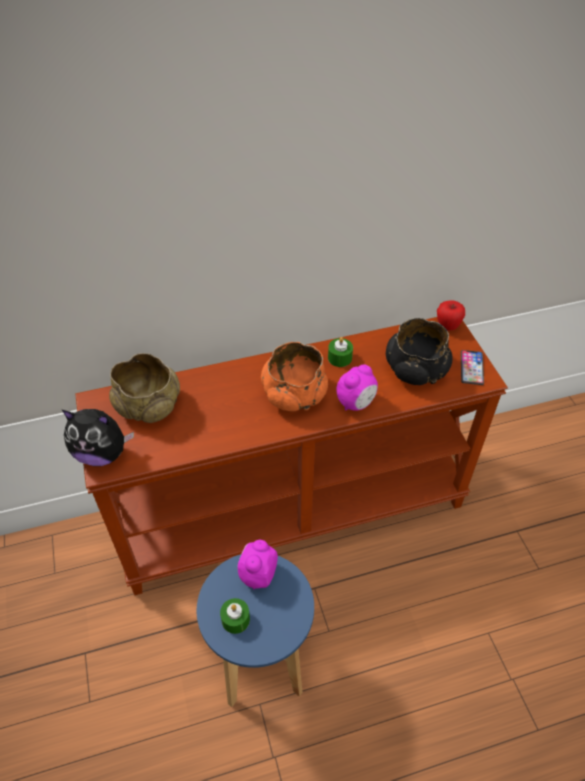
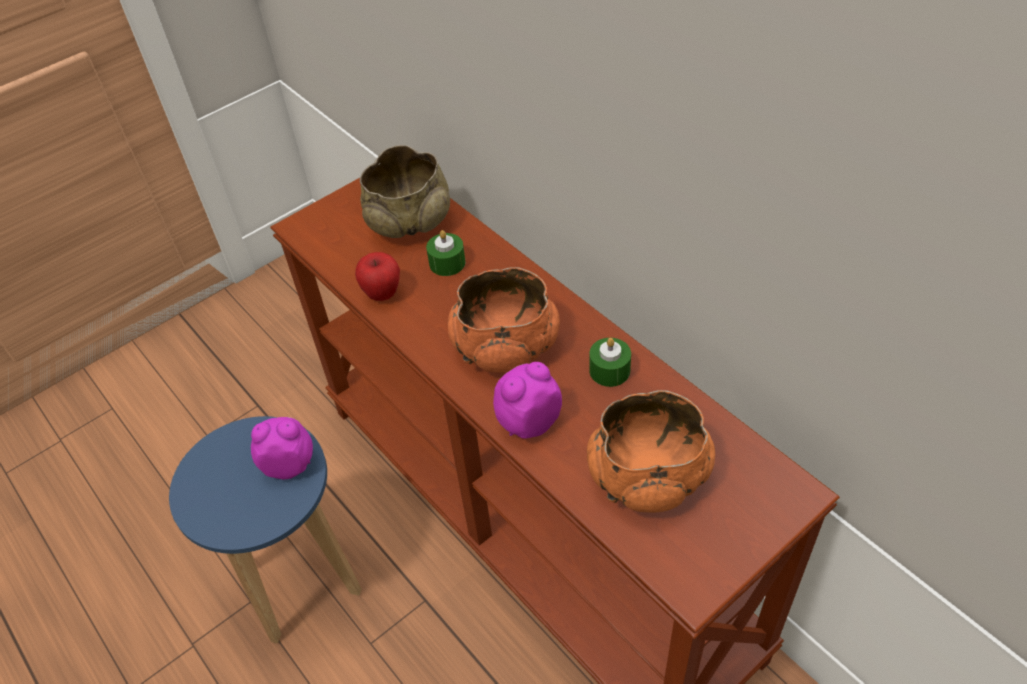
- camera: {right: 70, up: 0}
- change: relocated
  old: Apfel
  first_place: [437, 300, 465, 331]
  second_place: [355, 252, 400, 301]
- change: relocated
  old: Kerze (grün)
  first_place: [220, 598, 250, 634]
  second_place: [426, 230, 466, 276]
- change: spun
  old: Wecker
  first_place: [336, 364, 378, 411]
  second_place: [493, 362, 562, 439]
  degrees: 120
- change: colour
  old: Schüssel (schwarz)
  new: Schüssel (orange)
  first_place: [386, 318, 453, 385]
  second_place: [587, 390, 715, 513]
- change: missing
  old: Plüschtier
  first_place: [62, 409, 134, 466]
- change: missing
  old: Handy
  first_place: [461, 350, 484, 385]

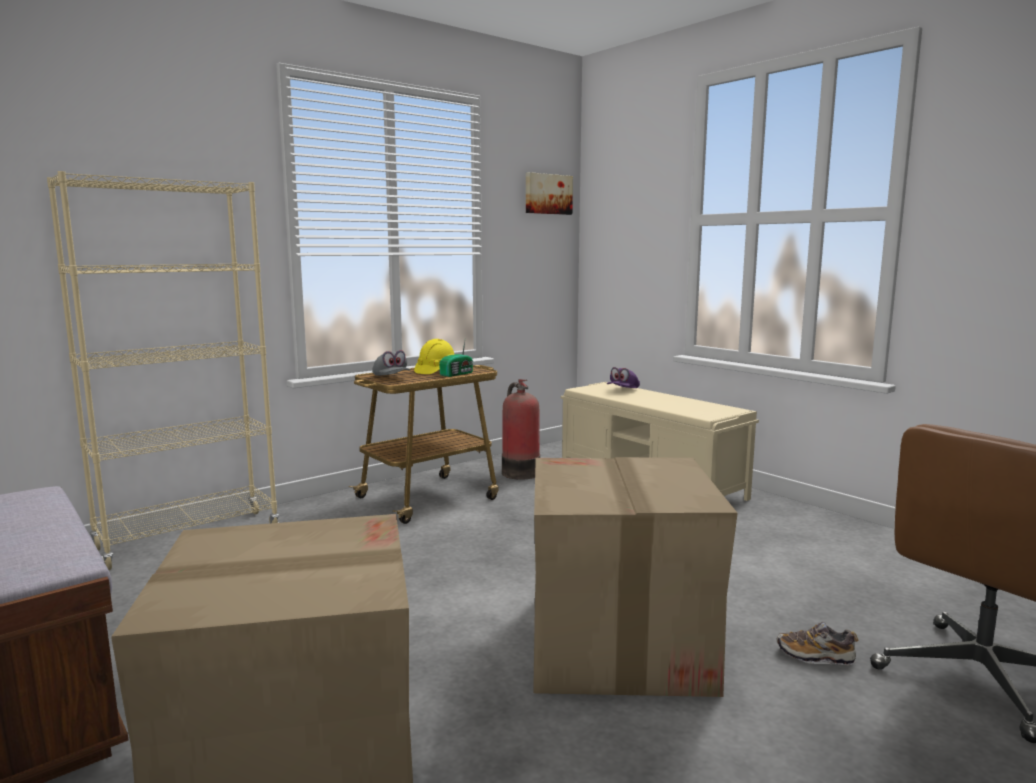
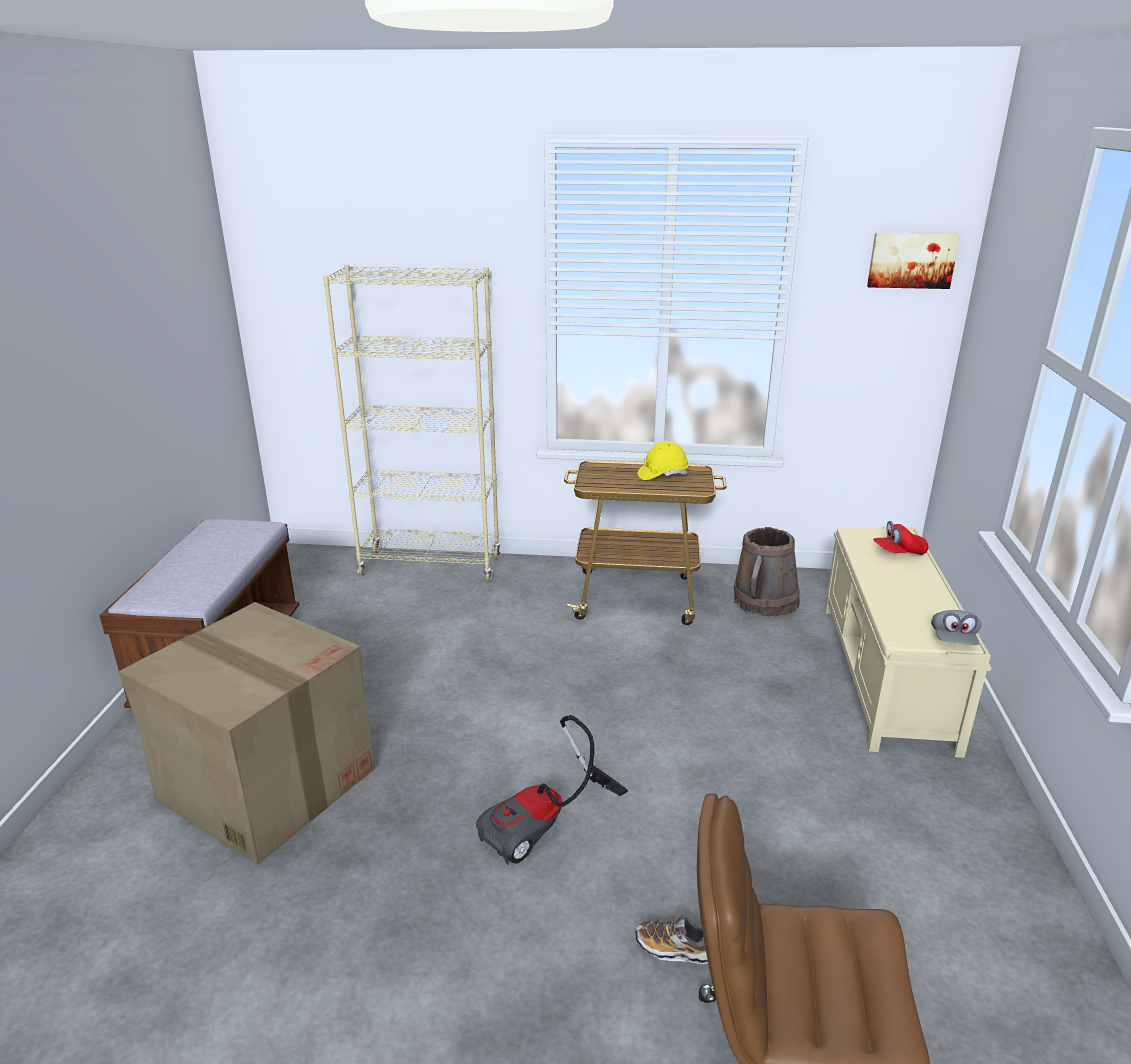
- camera: {right: 45, up: 15}
- change: exchanged
  old: Karton
  new: Staubsauger
  first_place: [533, 457, 737, 697]
  second_place: [476, 715, 628, 865]
- change: spun
  old: Schuh
  first_place: [777, 622, 858, 666]
  second_place: [635, 916, 708, 964]
  degrees: -45
- change: exchanged
  old: Feuerlöscher
  new: Eimer (braun)
  first_place: [502, 379, 540, 480]
  second_place: [734, 527, 800, 616]
- change: colour
  old: Kappe (lila)
  new: Kappe (rot)
  first_place: [607, 367, 640, 388]
  second_place: [873, 521, 928, 555]
- change: relocated
  old: Kappe (grau)
  first_place: [372, 350, 411, 376]
  second_place: [931, 610, 982, 645]
- change: missing
  old: Radio
  first_place: [439, 341, 473, 377]

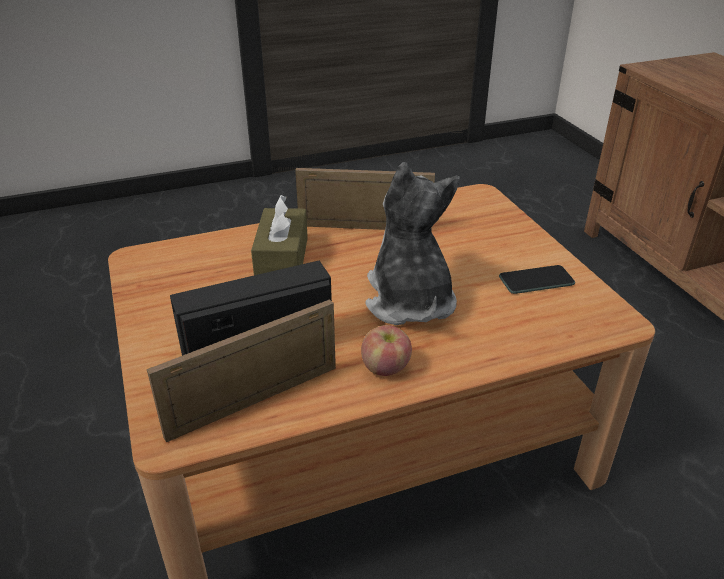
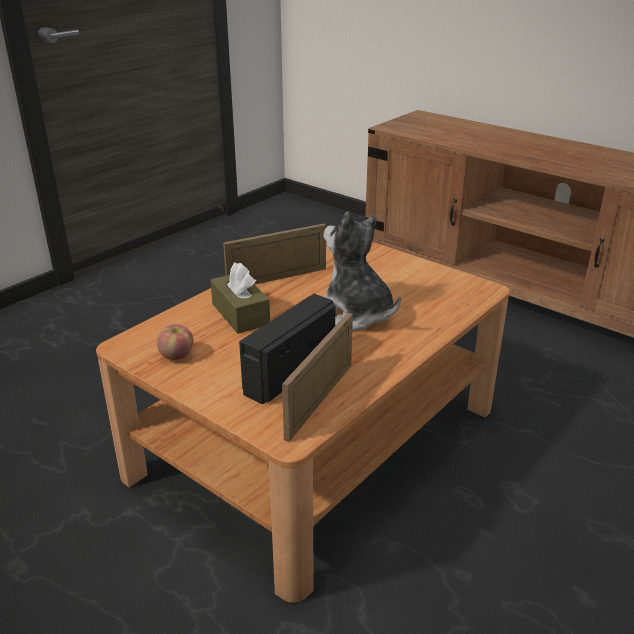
- camera: {right: -30, up: -5}
- change: relocated
  old: Apfel
  first_place: [361, 325, 412, 376]
  second_place: [157, 324, 194, 360]
- change: missing
  old: Handy
  first_place: [499, 265, 575, 294]

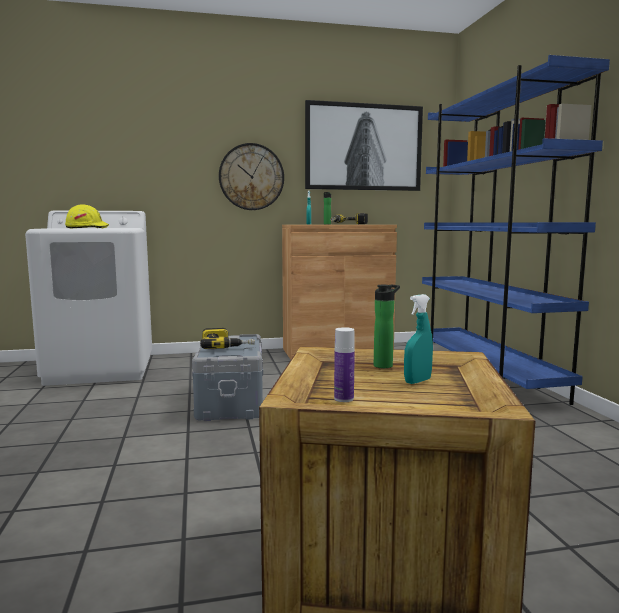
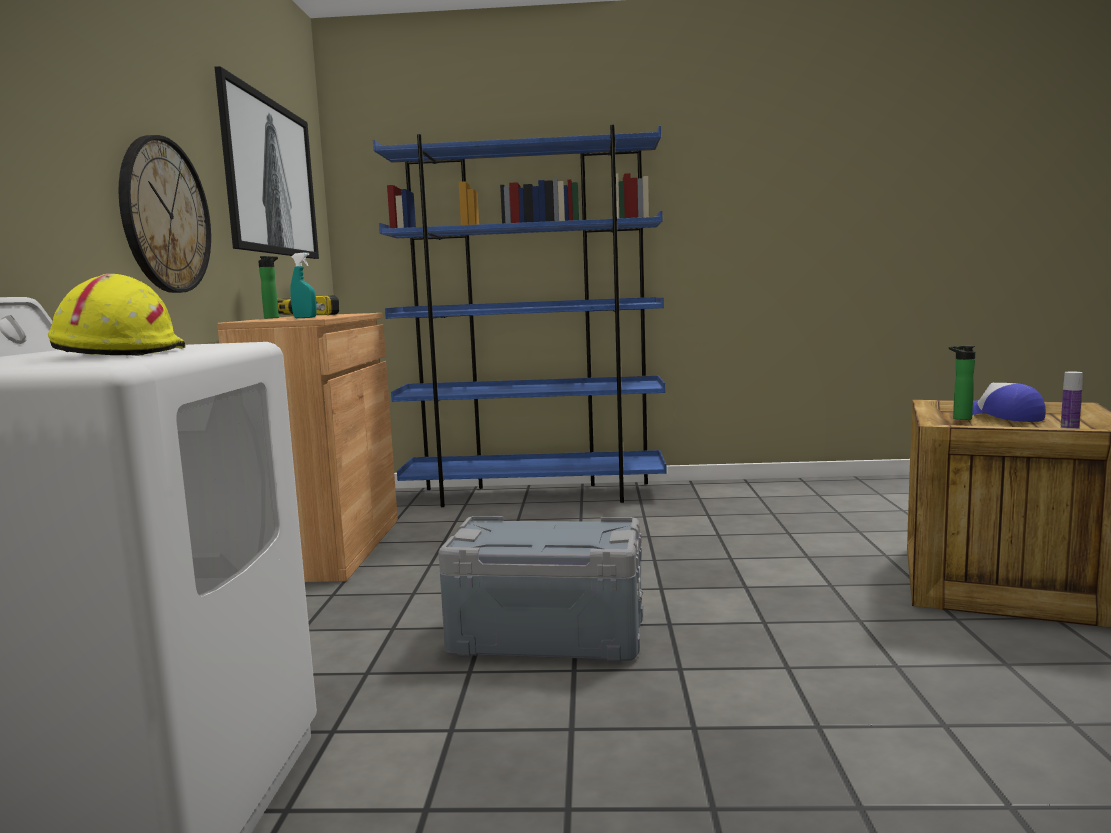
- camera: {right: -75, up: 0}
- change: exchanged
  old: Sprühflasche (türkis)
  new: Kappe
  first_place: [404, 294, 433, 384]
  second_place: [972, 383, 1046, 422]
- change: missing
  old: Bohrmaschine
  first_place: [200, 328, 255, 349]

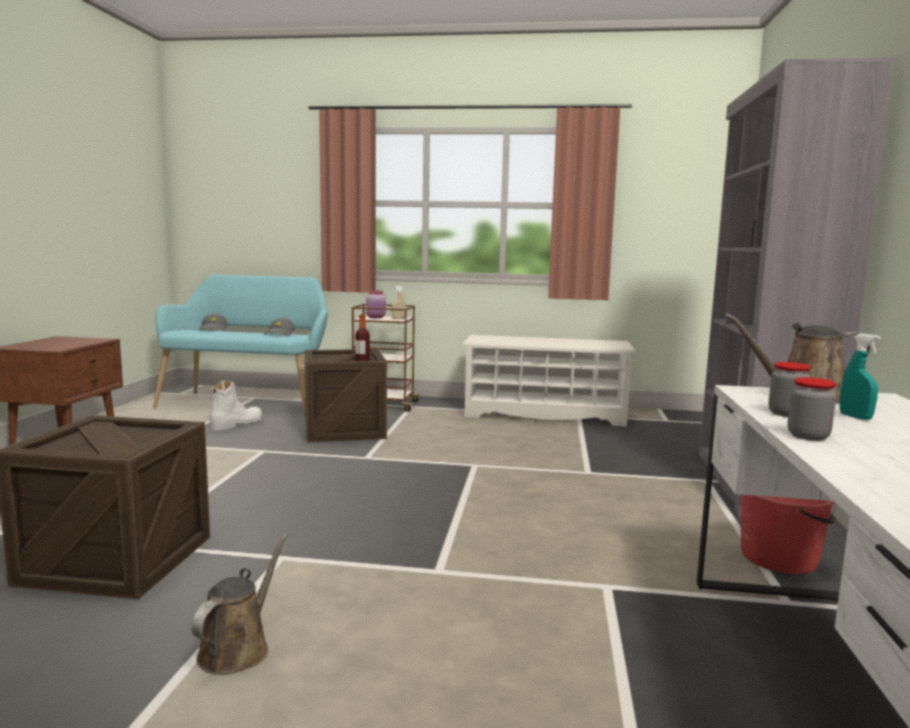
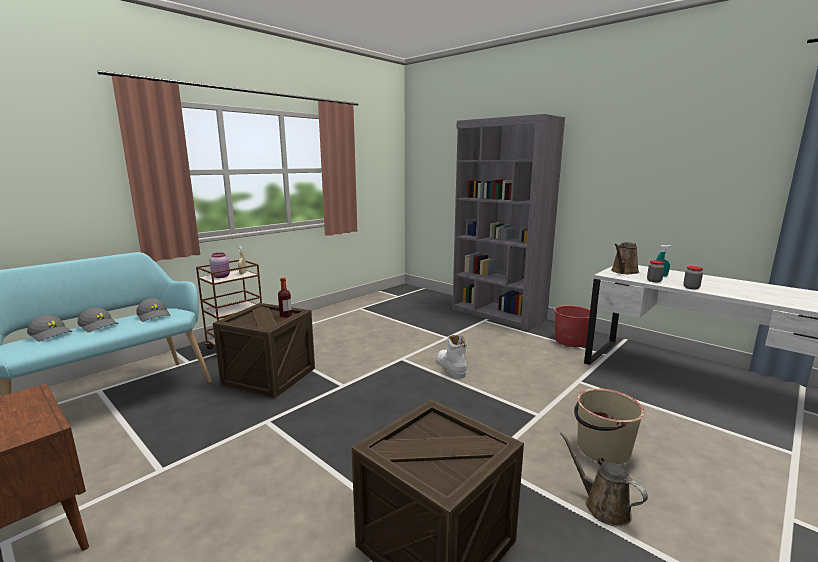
- camera: {right: -55, up: 5}
- change: appeared
  new: Kappe (grau)
  second_place: [78, 307, 118, 332]
- change: relocated
  old: Stiefel (weiß)
  first_place: [210, 381, 262, 431]
  second_place: [437, 335, 467, 378]
- change: appeared
  new: Eimer (beige)
  second_place: [574, 388, 645, 464]
- change: missing
  old: Schuhregal (weiß)
  first_place: [462, 335, 636, 427]

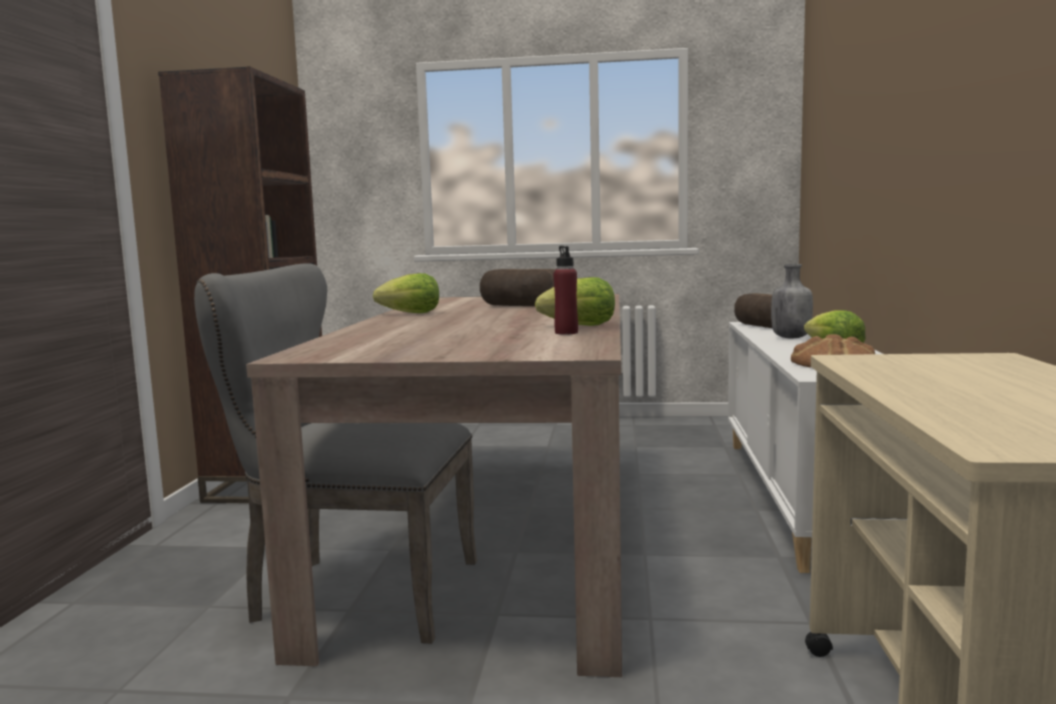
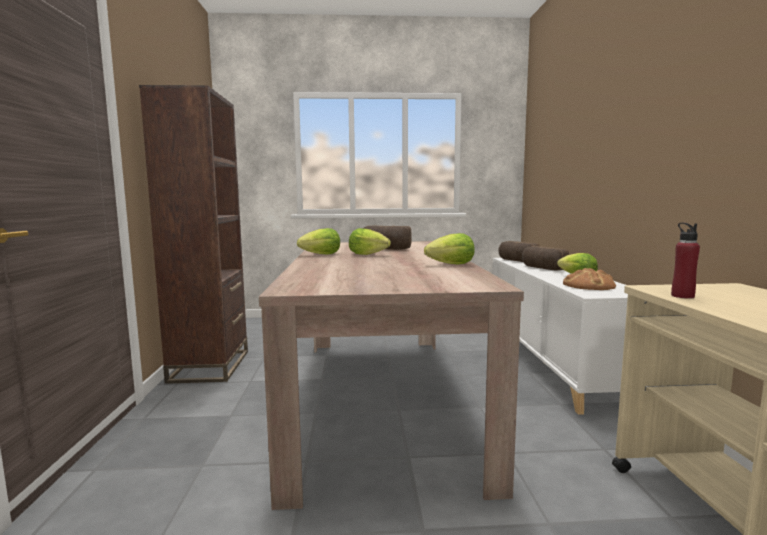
- camera: {right: -10, up: 0}
- change: appeared
  new: Salatkopf
  second_place: [349, 228, 391, 255]
- change: exchanged
  old: Flasche (grau)
  new: Brot
  first_place: [771, 264, 813, 339]
  second_place: [522, 246, 569, 271]
- change: relocated
  old: Flasche (rot)
  first_place: [553, 246, 578, 335]
  second_place: [671, 223, 700, 299]
- change: missing
  old: Stuhl (grau)
  first_place: [194, 263, 477, 644]

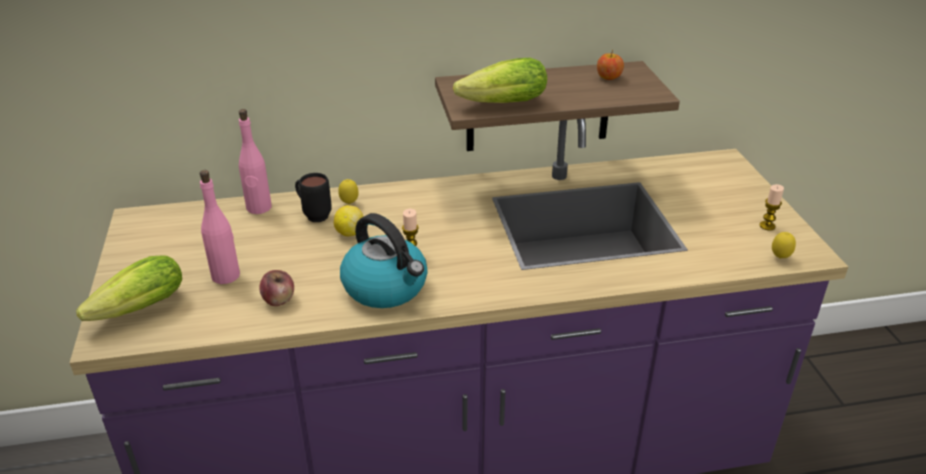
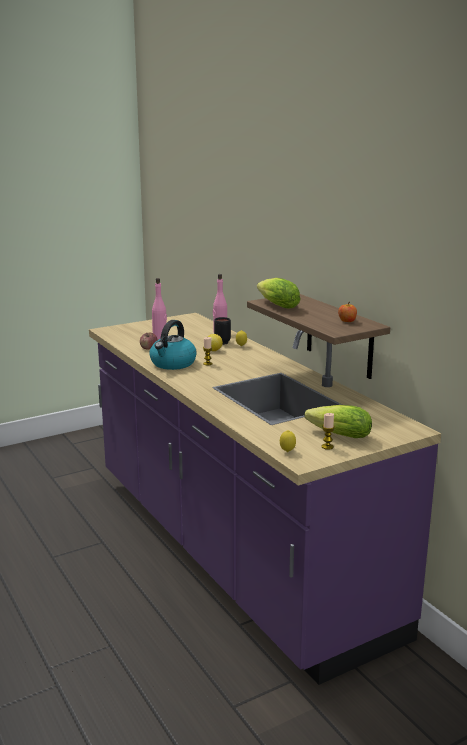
- camera: {right: 70, up: -15}
- change: relocated
  old: Salatkopf
  first_place: [76, 255, 182, 321]
  second_place: [305, 405, 372, 438]

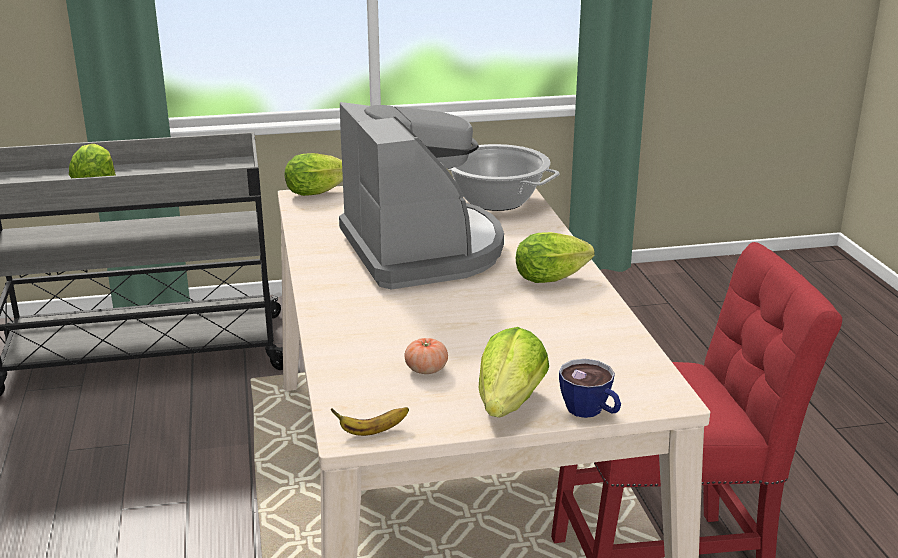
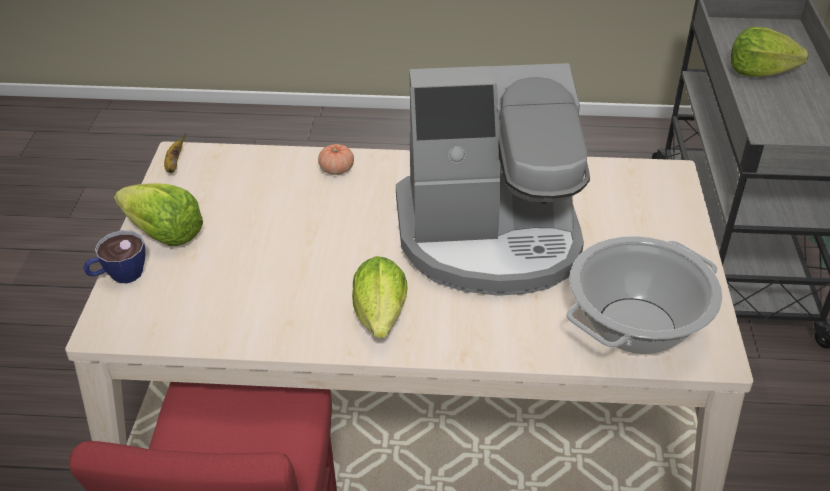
- camera: {right: 105, up: 15}
- change: relocated
  old: Tomate
  first_place: [405, 338, 448, 374]
  second_place: [318, 144, 354, 175]
- change: missing
  old: Salatkopf
  first_place: [285, 153, 343, 196]

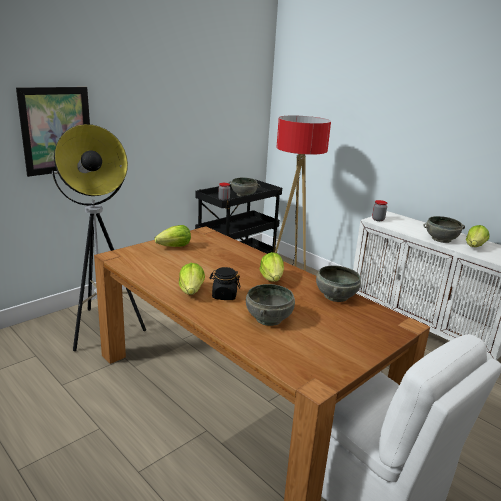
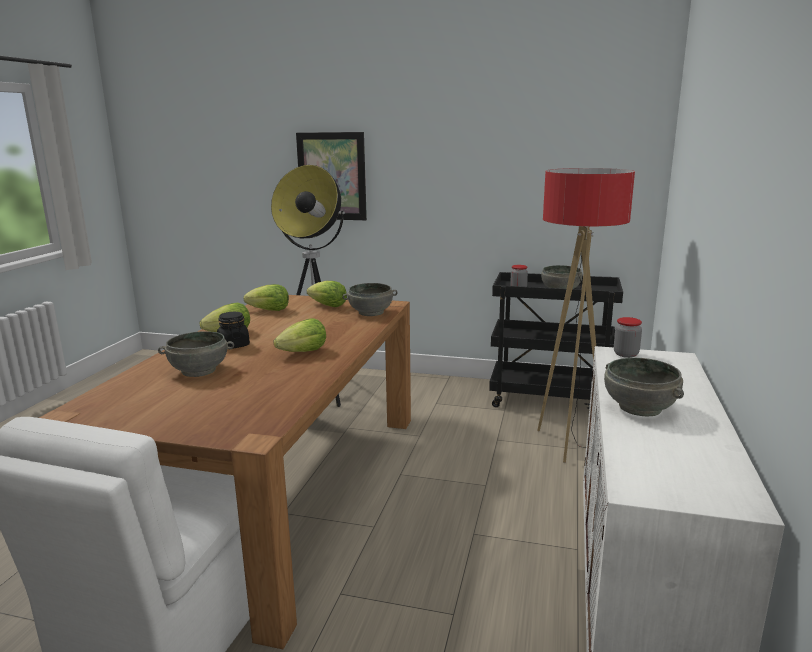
- camera: {right: 60, up: -5}
- change: relocated
  old: Salatkopf
  first_place: [466, 225, 489, 247]
  second_place: [244, 284, 289, 311]
- change: relocated
  old: Schüssel (grau)
  first_place: [316, 266, 361, 302]
  second_place: [343, 283, 398, 316]

